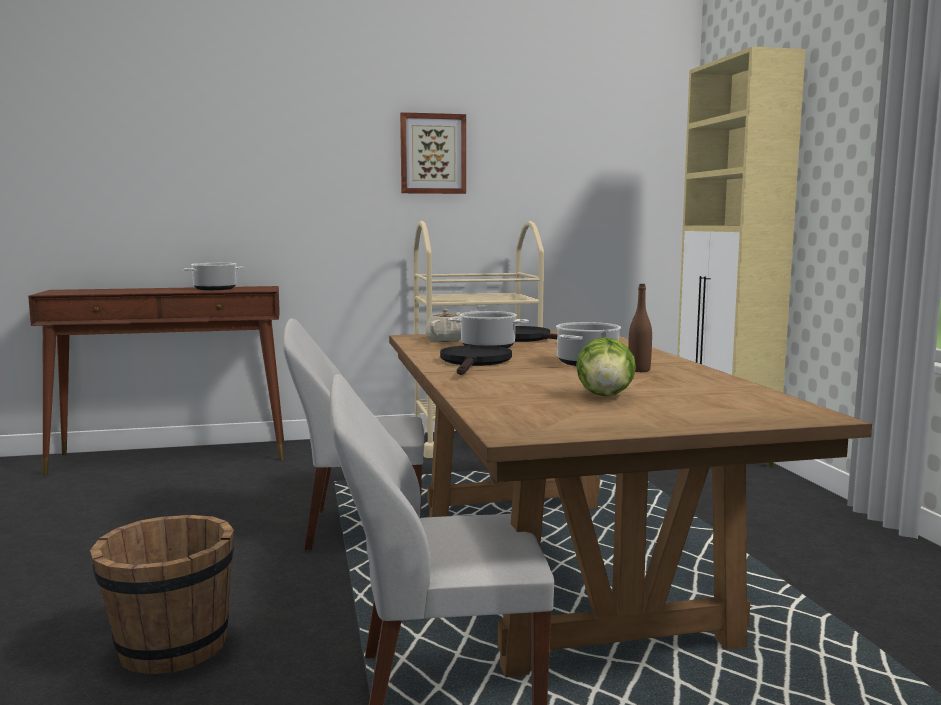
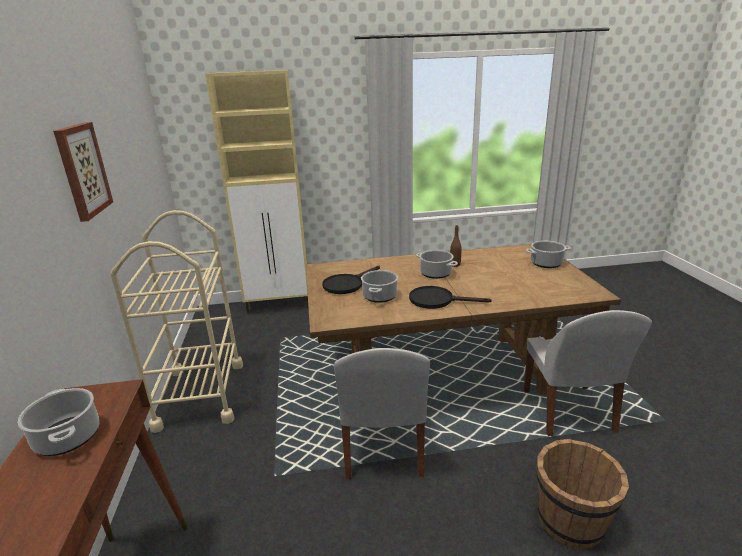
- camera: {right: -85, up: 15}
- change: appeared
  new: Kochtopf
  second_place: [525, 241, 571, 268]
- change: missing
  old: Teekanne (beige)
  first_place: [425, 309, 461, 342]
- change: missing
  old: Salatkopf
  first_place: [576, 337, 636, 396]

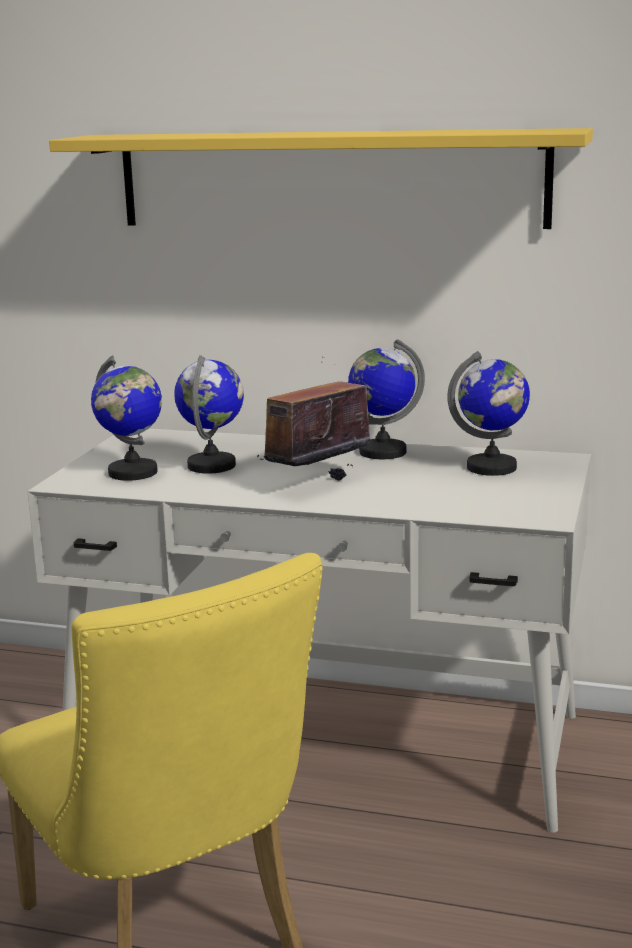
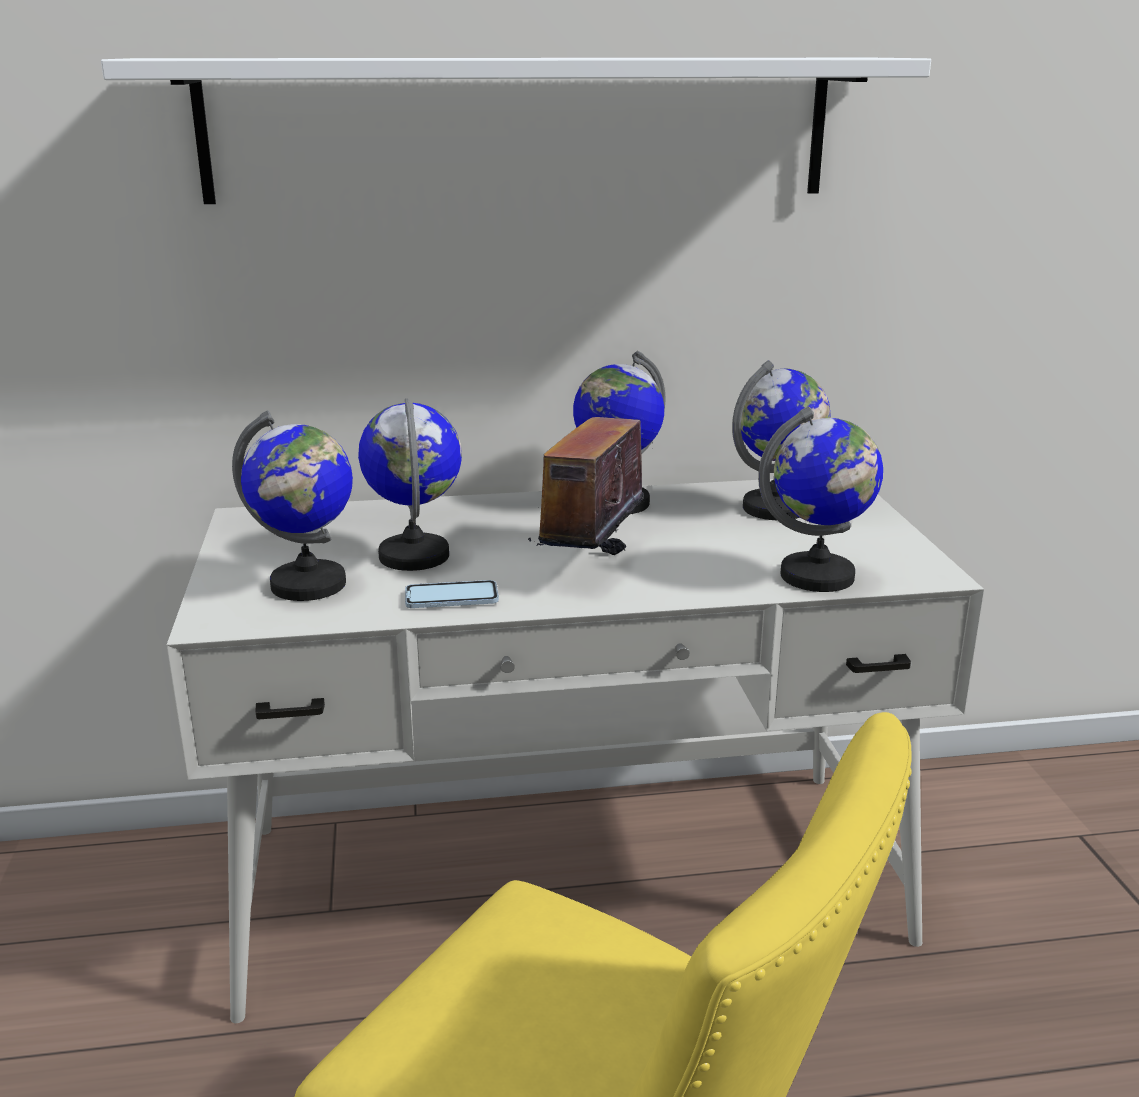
- camera: {right: -25, up: 5}
- change: colour
  old: Wandregal (gelb)
  new: Wandregal (weiß)
  first_place: [49, 128, 593, 229]
  second_place: [101, 58, 931, 204]
- change: appeared
  new: Handy
  second_place: [405, 580, 499, 608]
- change: appeared
  new: Globus
  second_place: [758, 407, 883, 592]

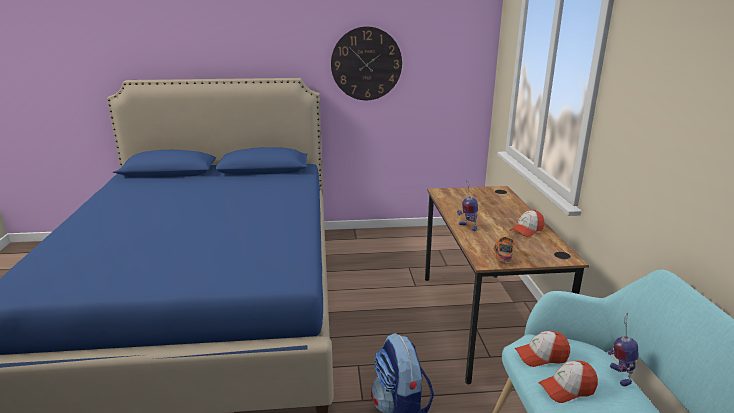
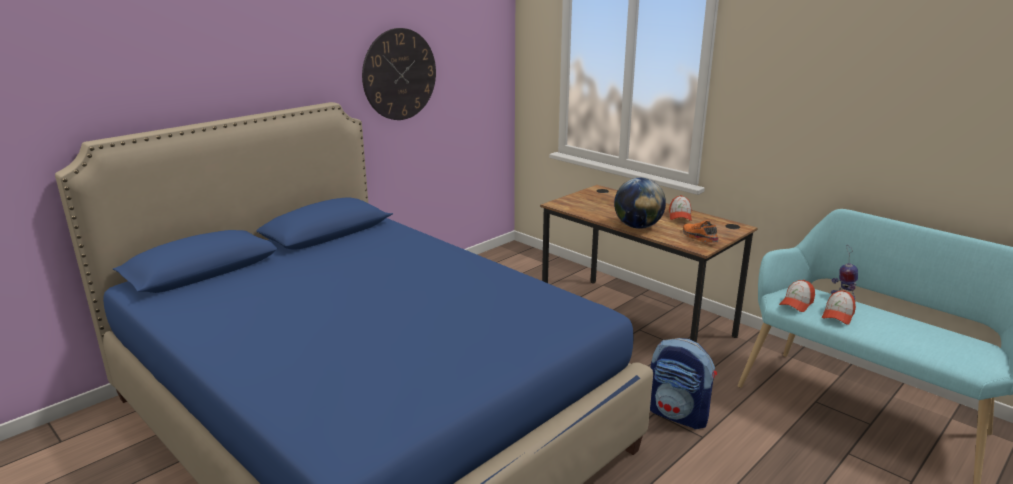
- camera: {right: -40, up: 0}
- change: exchanged
  old: Spielzeugroboter
  new: Globus
  first_place: [457, 180, 478, 231]
  second_place: [614, 178, 666, 229]

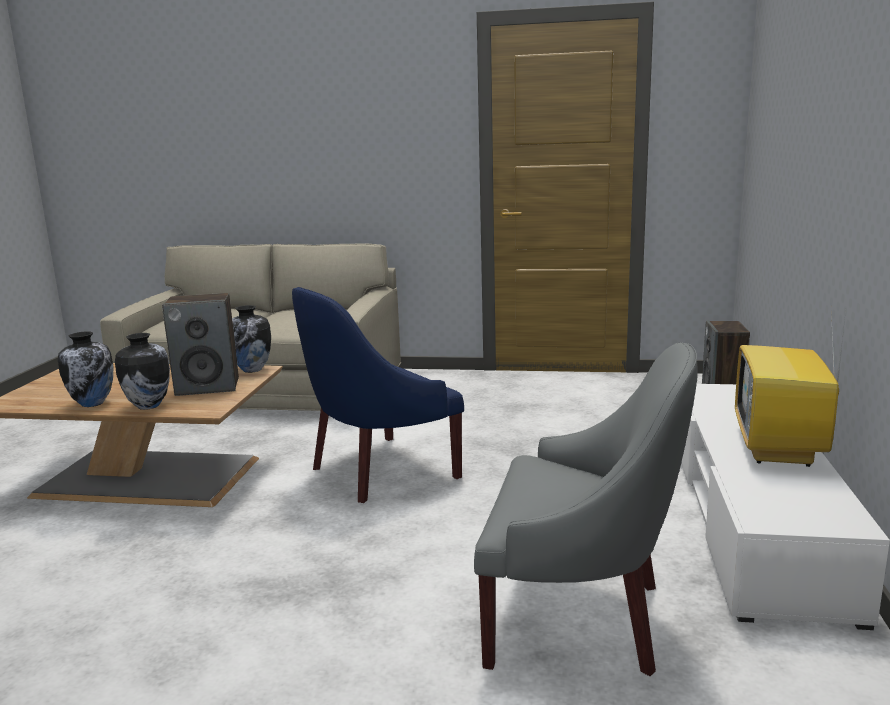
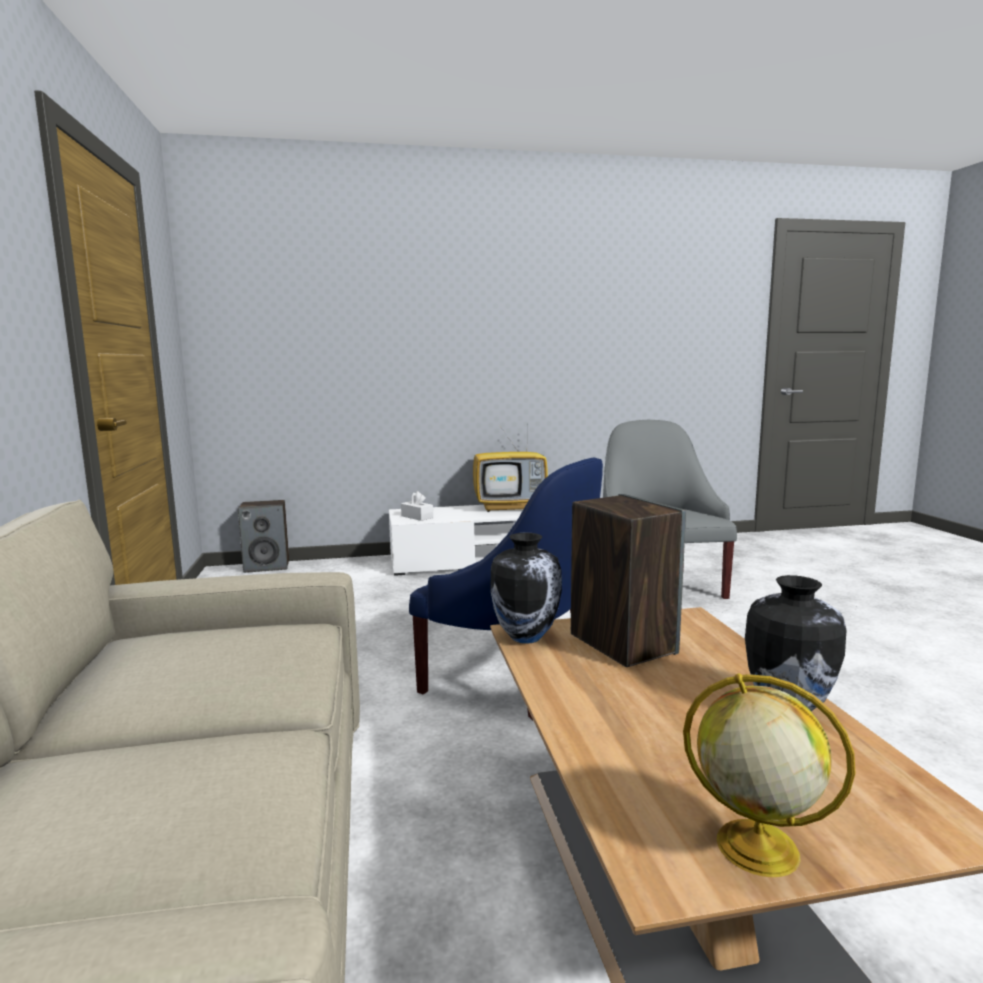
- camera: {right: -110, up: -5}
- change: appeared
  new: Taschentuchbox (weiß)
  second_place: [401, 491, 433, 521]
- change: appeared
  new: Globus
  second_place: [683, 674, 856, 877]
- change: missing
  old: Vase
  first_place: [115, 333, 170, 410]

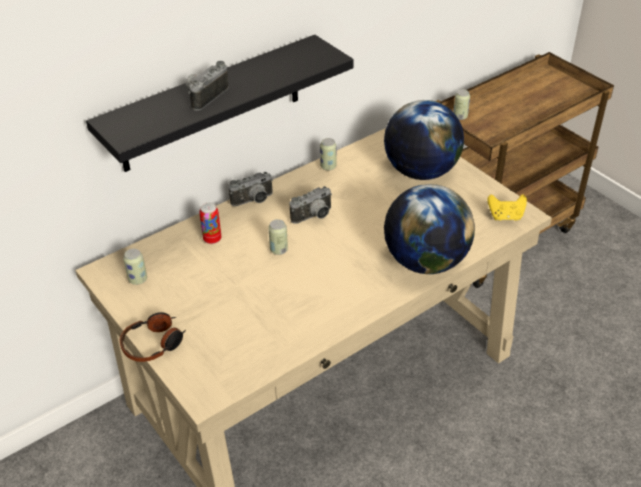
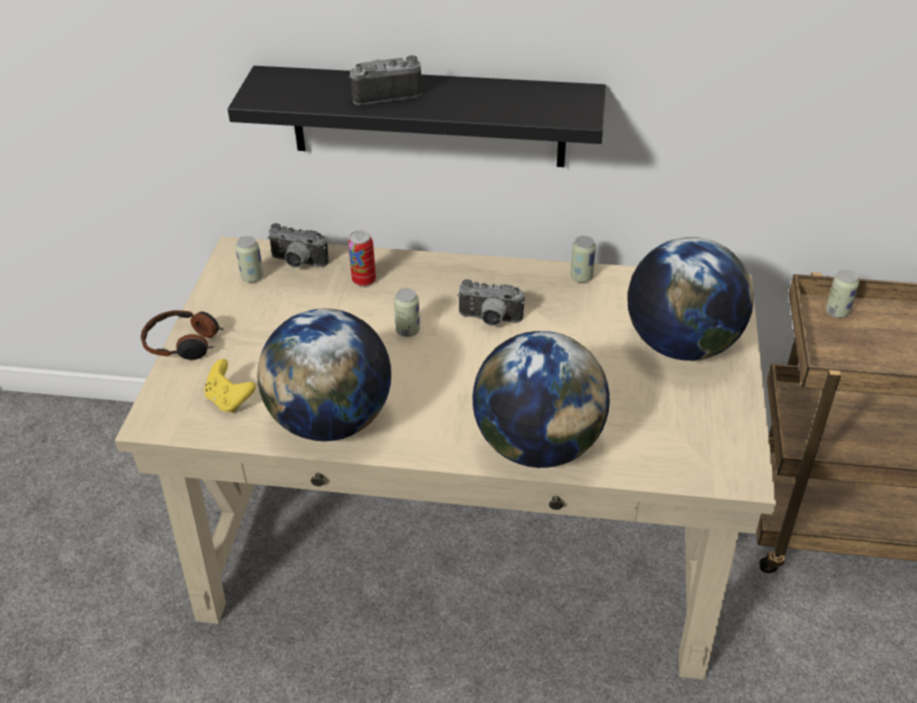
- camera: {right: 45, up: 0}
- change: relocated
  old: Gamepad (gelb)
  first_place: [488, 194, 527, 221]
  second_place: [204, 359, 256, 413]
- change: appeared
  new: Globus
  second_place: [257, 308, 391, 441]
- change: relocated
  old: Kamera
  first_place: [229, 172, 273, 206]
  second_place: [267, 223, 329, 267]

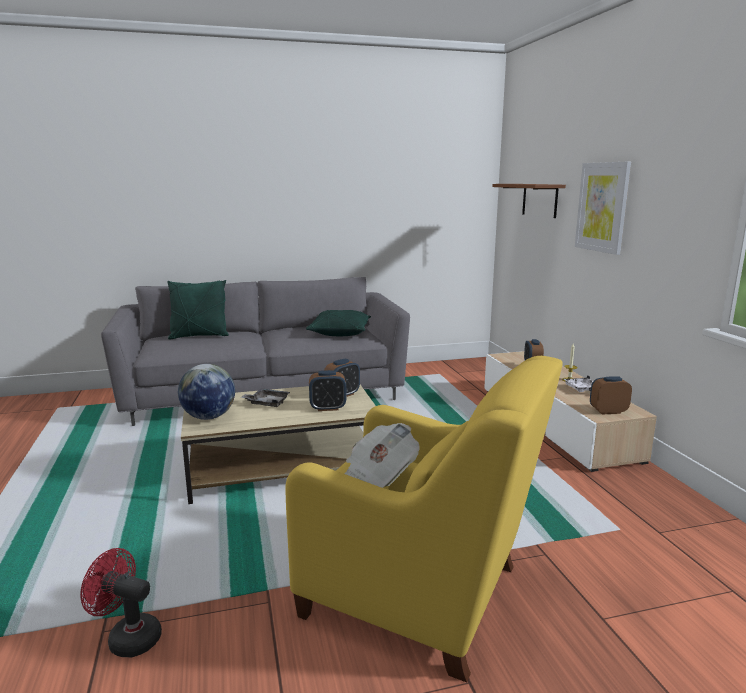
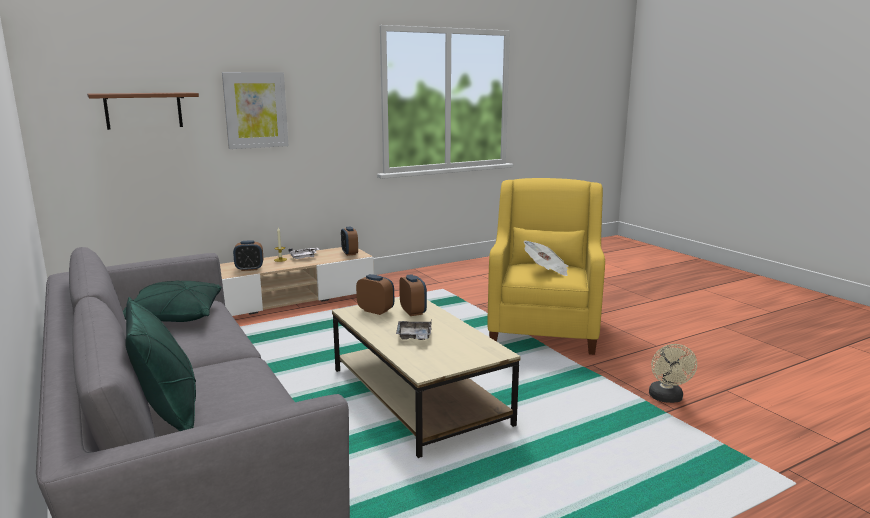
- camera: {right: -105, up: 0}
- change: colour
  old: Ventilator (rot)
  new: Ventilator (beige)
  first_place: [80, 548, 162, 657]
  second_place: [649, 344, 697, 403]
- change: missing
  old: Globus
  first_place: [178, 364, 235, 420]

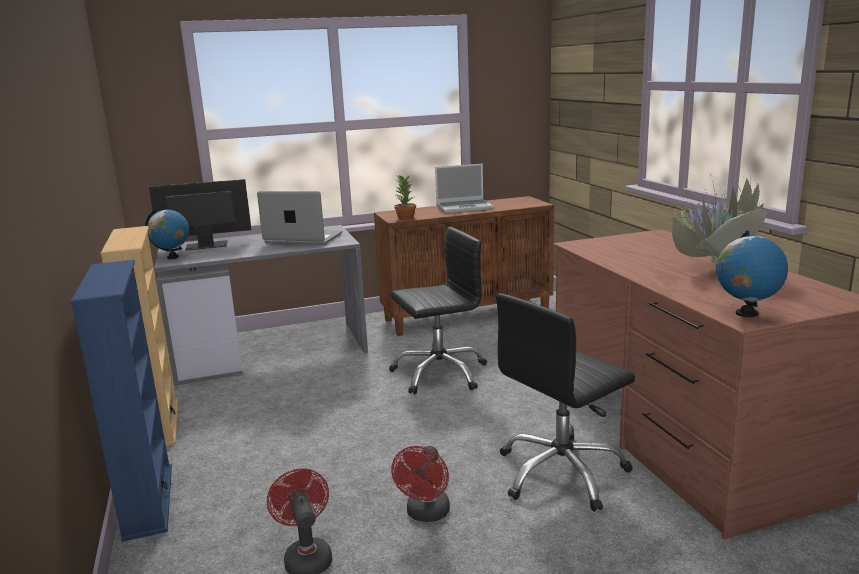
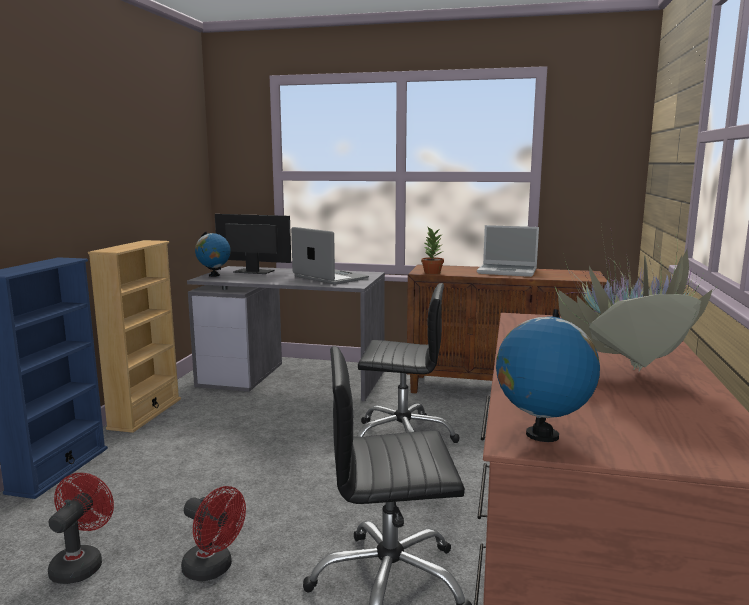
- camera: {right: 30, up: -5}
- change: spun
  old: Ventilator (rot)
  first_place: [391, 446, 450, 522]
  second_place: [181, 486, 246, 582]
  degrees: -105

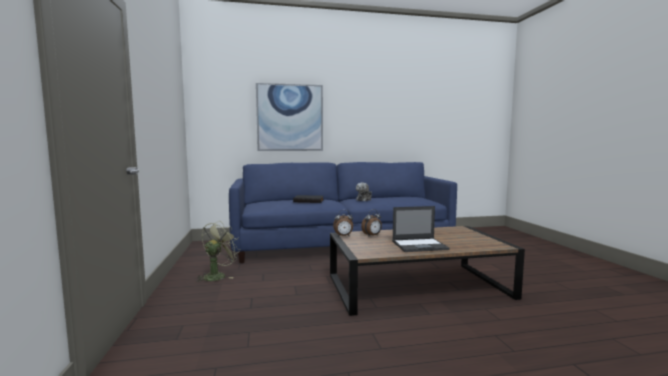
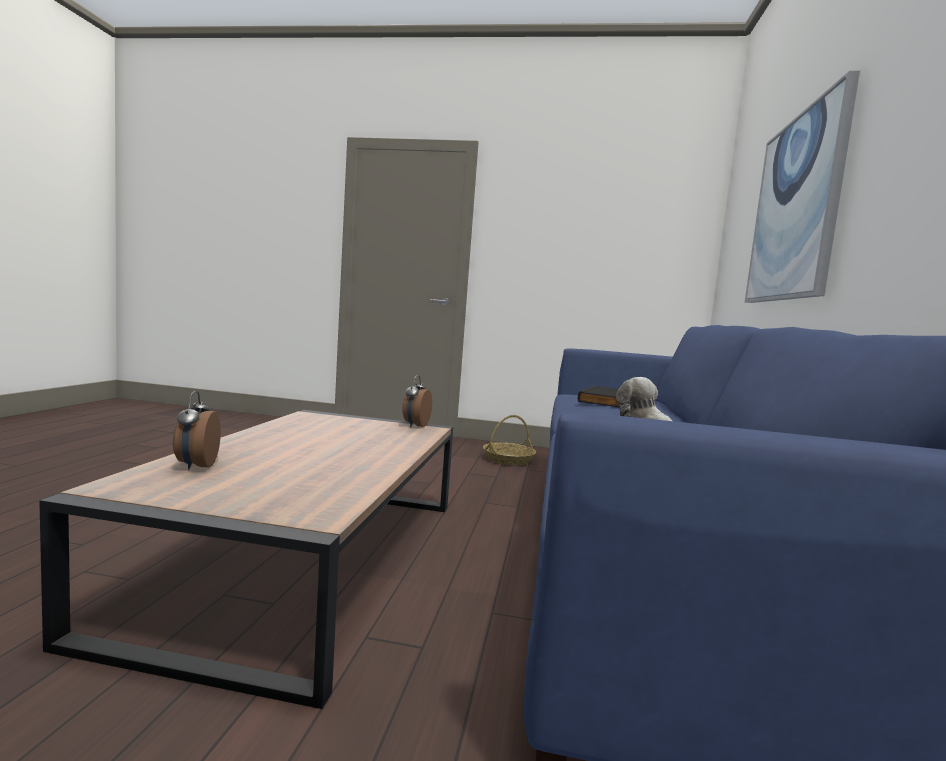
- camera: {right: 110, up: 0}
- change: relocated
  old: Wecker
  first_place: [361, 209, 382, 237]
  second_place: [173, 391, 221, 470]
- change: exchanged
  old: Ventilator (grün)
  new: Korb
  first_place: [196, 221, 241, 282]
  second_place: [483, 415, 536, 465]
- change: missing
  old: Laptop
  first_place: [392, 206, 450, 252]

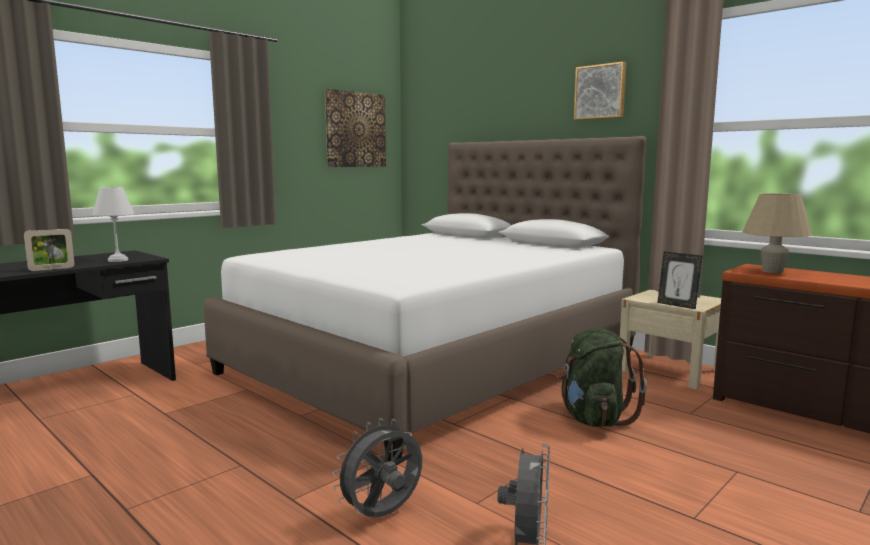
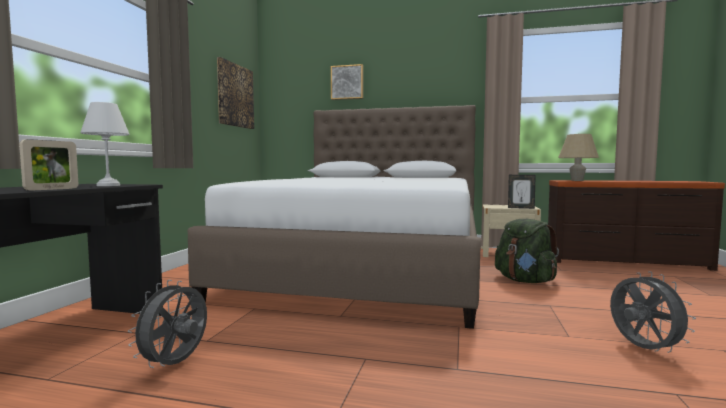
- camera: {right: -30, up: -5}
- change: relocated
  old: Ventilator (grau)
  first_place: [332, 418, 422, 517]
  second_place: [128, 280, 207, 368]
- change: relocated
  old: Bild
  first_place: [574, 61, 626, 120]
  second_place: [331, 64, 363, 100]

